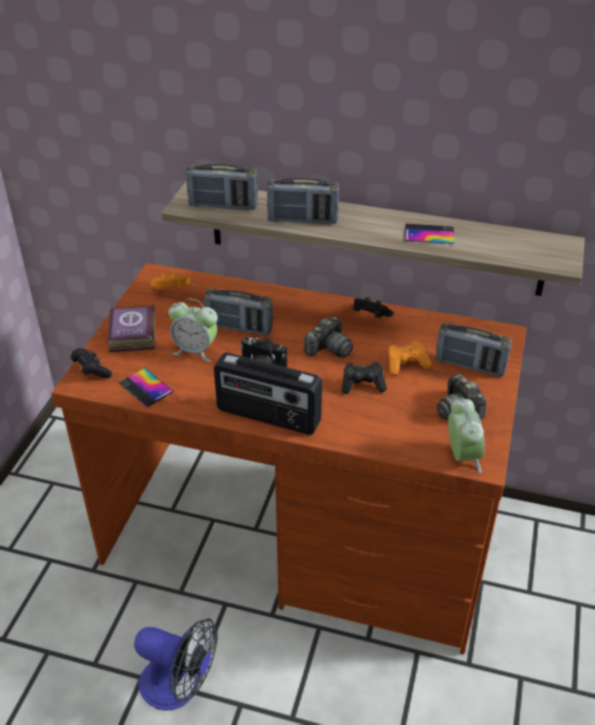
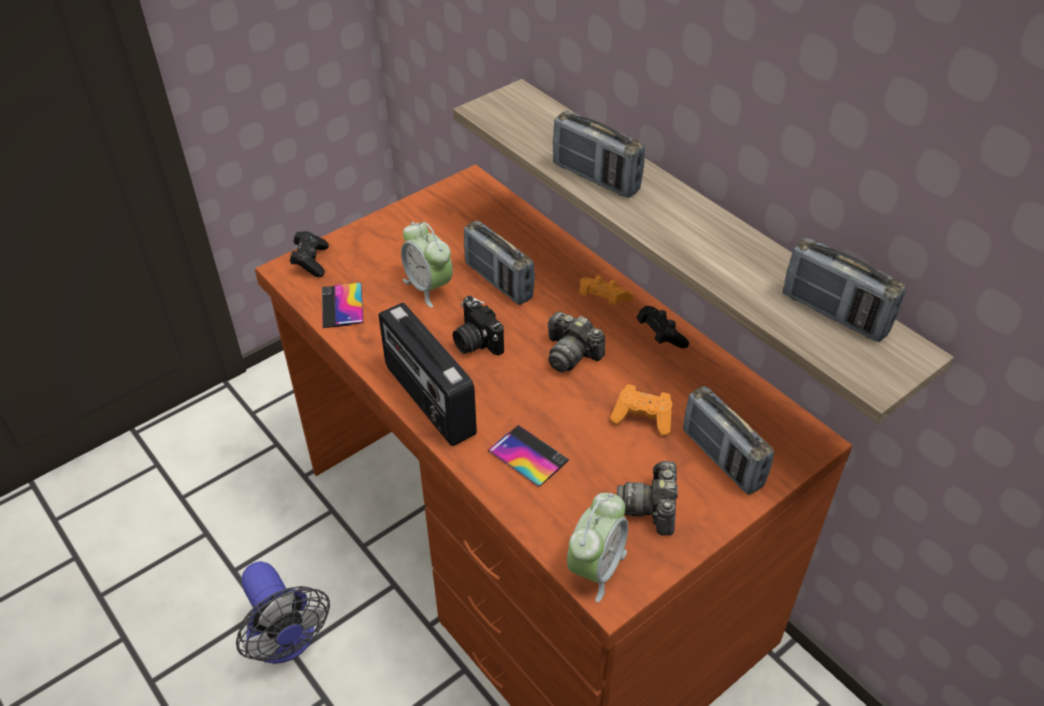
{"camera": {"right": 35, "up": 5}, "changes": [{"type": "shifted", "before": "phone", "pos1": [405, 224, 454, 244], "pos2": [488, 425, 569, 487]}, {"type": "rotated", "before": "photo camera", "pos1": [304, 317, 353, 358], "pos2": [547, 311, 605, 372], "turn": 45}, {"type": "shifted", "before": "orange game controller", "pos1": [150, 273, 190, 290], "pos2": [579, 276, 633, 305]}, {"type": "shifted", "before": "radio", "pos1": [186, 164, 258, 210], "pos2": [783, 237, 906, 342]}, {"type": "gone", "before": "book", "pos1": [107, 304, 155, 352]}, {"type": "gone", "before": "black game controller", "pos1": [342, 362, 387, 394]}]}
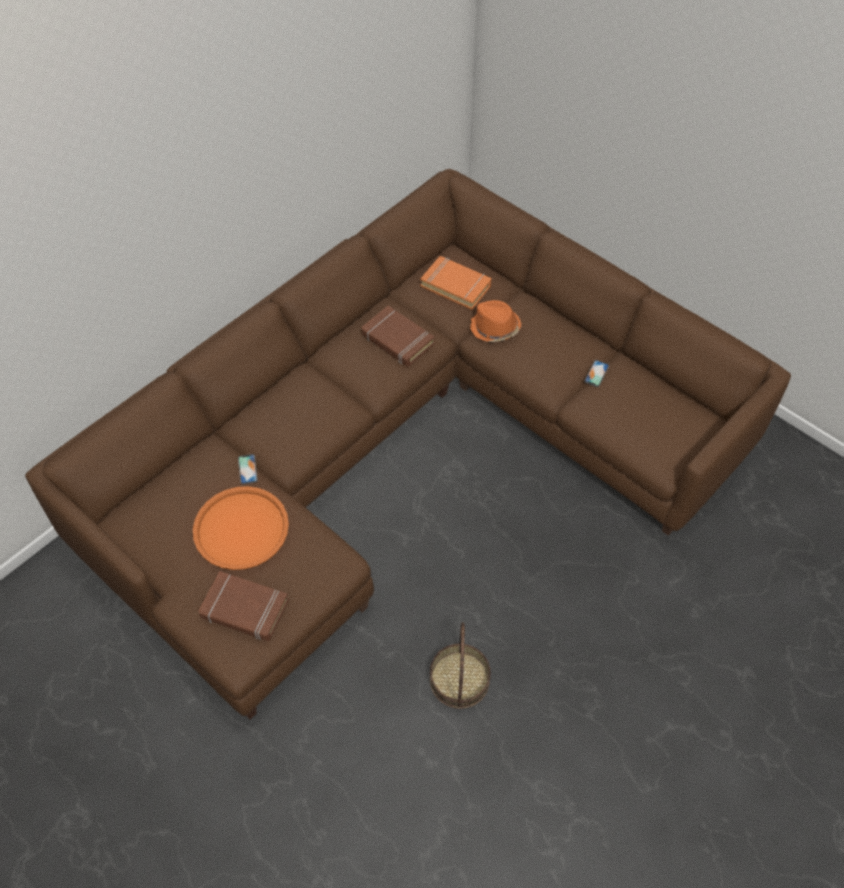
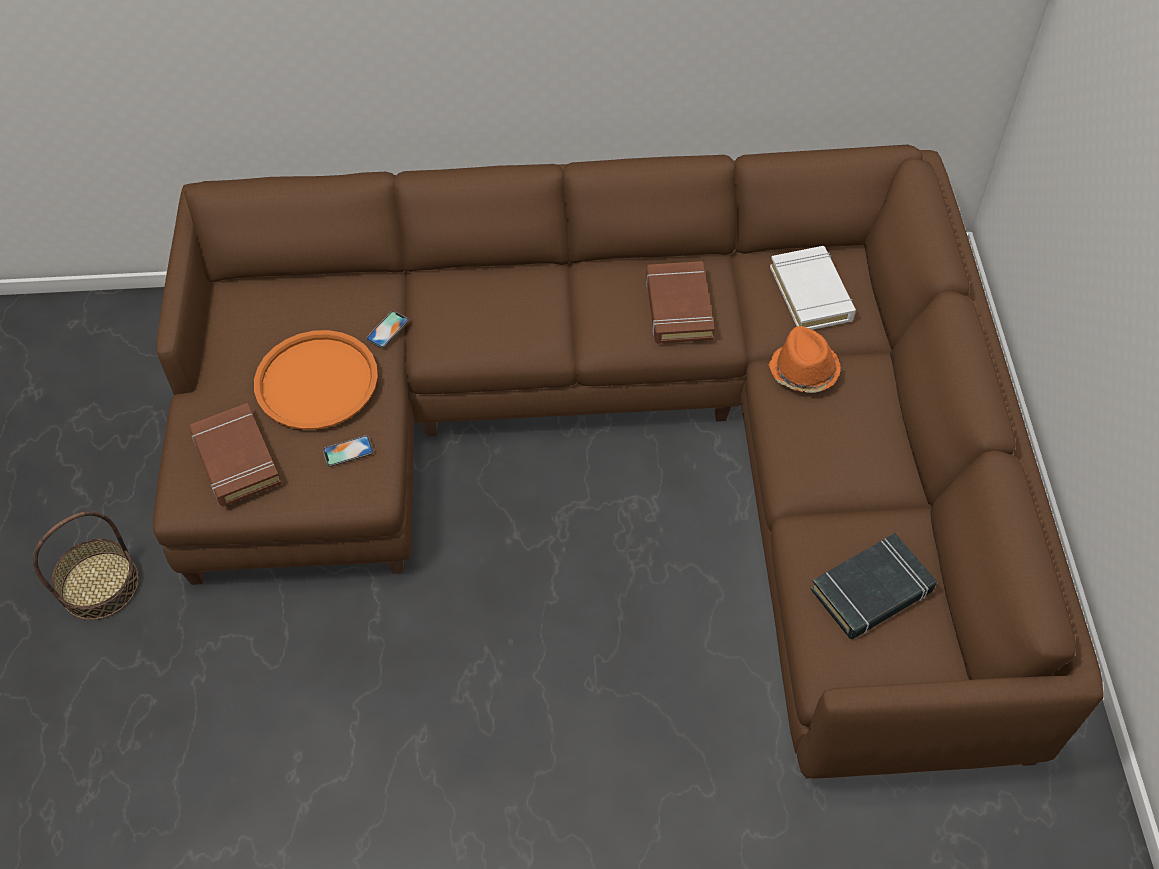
{"camera": {"right": 45, "up": 0}, "changes": [{"type": "shifted", "before": "basket", "pos1": [430, 622, 491, 709], "pos2": [33, 511, 139, 620]}, {"type": "shifted", "before": "phone", "pos1": [584, 360, 609, 387], "pos2": [323, 435, 374, 467]}, {"type": "repainted", "before": "orange book", "after": "white book", "pos1": [420, 256, 491, 310], "pos2": [770, 246, 856, 330]}, {"type": "new", "after": "black book", "pos2": [810, 533, 937, 639]}]}
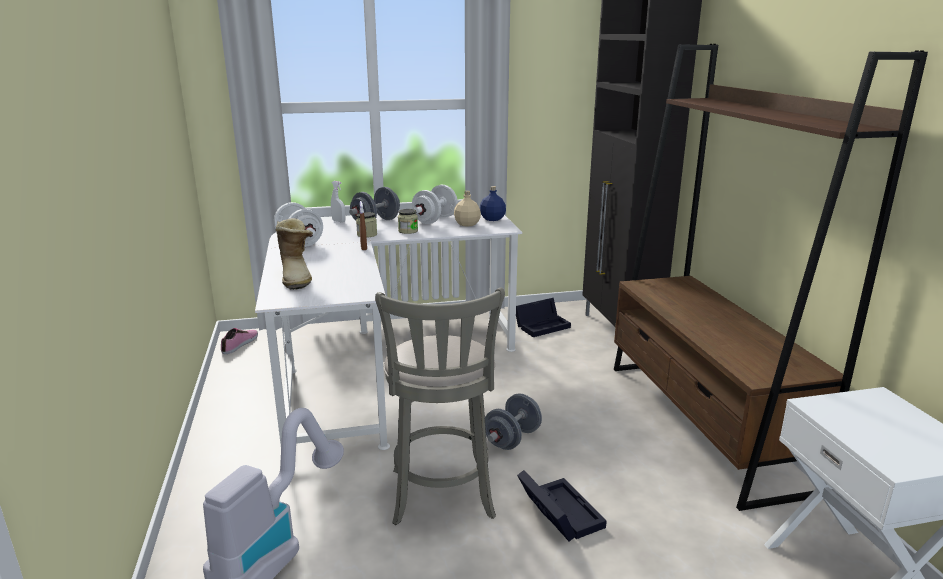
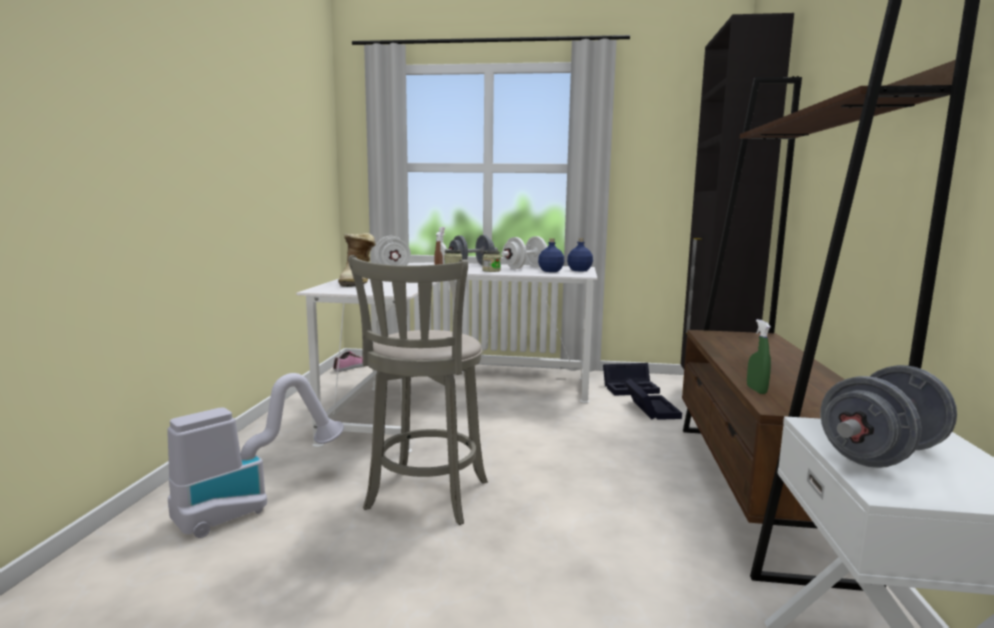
{"camera": {"right": 20, "up": -10}, "changes": [{"type": "repainted", "before": "beige bottle", "after": "blue bottle", "pos1": [454, 191, 481, 227], "pos2": [538, 239, 565, 272]}, {"type": "shifted", "before": "black storage box", "pos1": [517, 470, 607, 542], "pos2": [625, 379, 682, 420]}, {"type": "new", "after": "green spray bottle", "pos2": [747, 319, 771, 394]}, {"type": "shifted", "before": "grey dumbbell", "pos1": [485, 393, 542, 450], "pos2": [820, 365, 957, 468]}]}
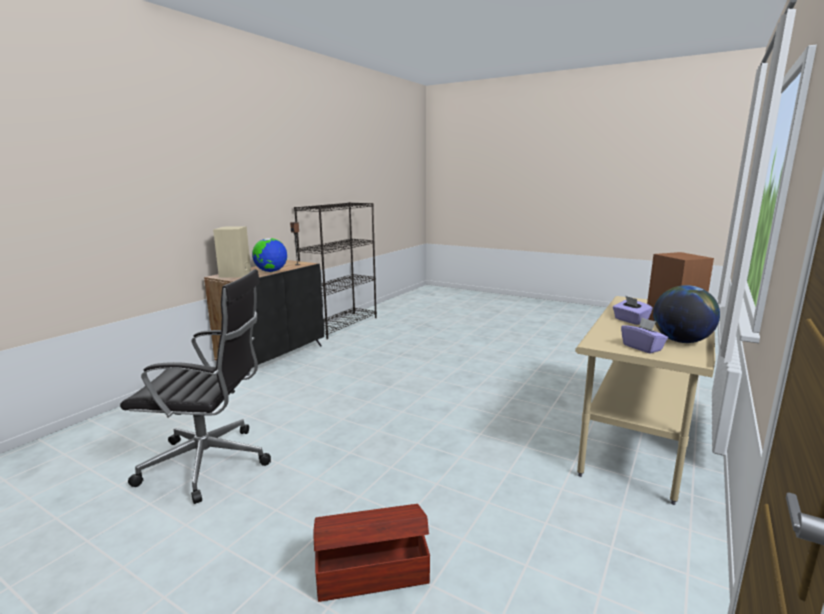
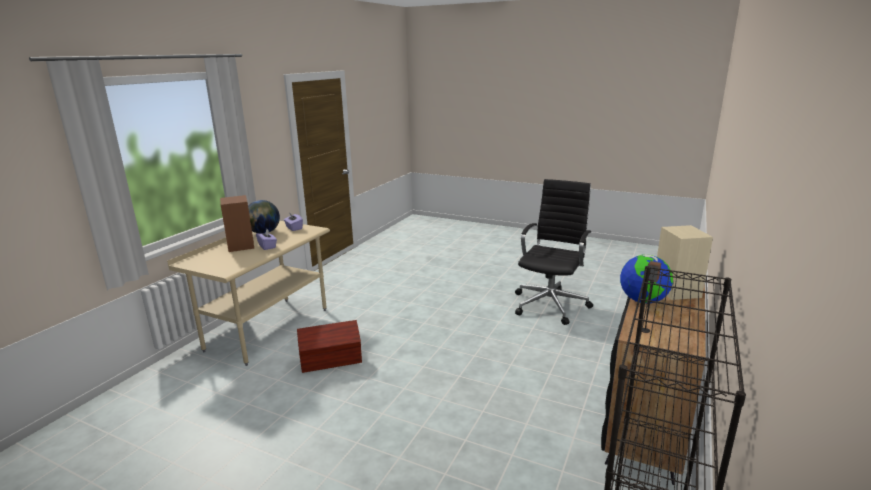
{"camera": {"right": 175, "up": 5}, "changes": [{"type": "shifted", "before": "brown storage box", "pos1": [313, 504, 430, 602], "pos2": [297, 320, 362, 373]}, {"type": "rotated", "before": "black office chair", "pos1": [120, 269, 271, 504], "pos2": [515, 179, 593, 325], "turn": 120}]}
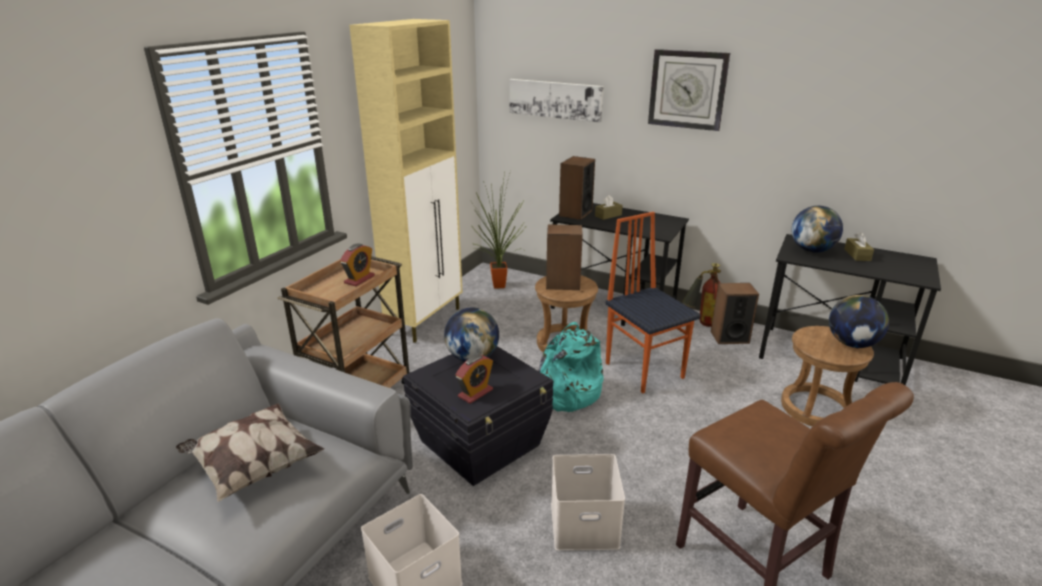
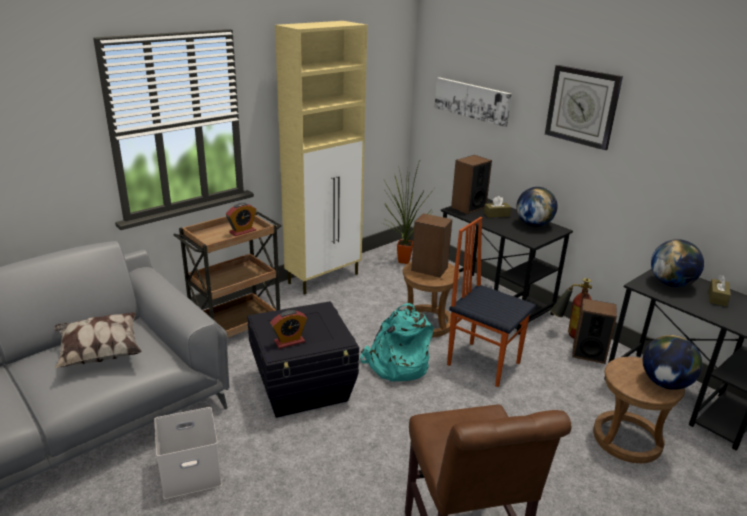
{"camera": {"right": 20, "up": 0}, "changes": [{"type": "rotated", "before": "chair", "pos1": [606, 212, 700, 393], "pos2": [447, 217, 536, 387], "turn": -45}, {"type": "shifted", "before": "globe", "pos1": [444, 307, 499, 362], "pos2": [516, 187, 558, 227]}, {"type": "gone", "before": "white storage box", "pos1": [551, 454, 625, 551]}]}
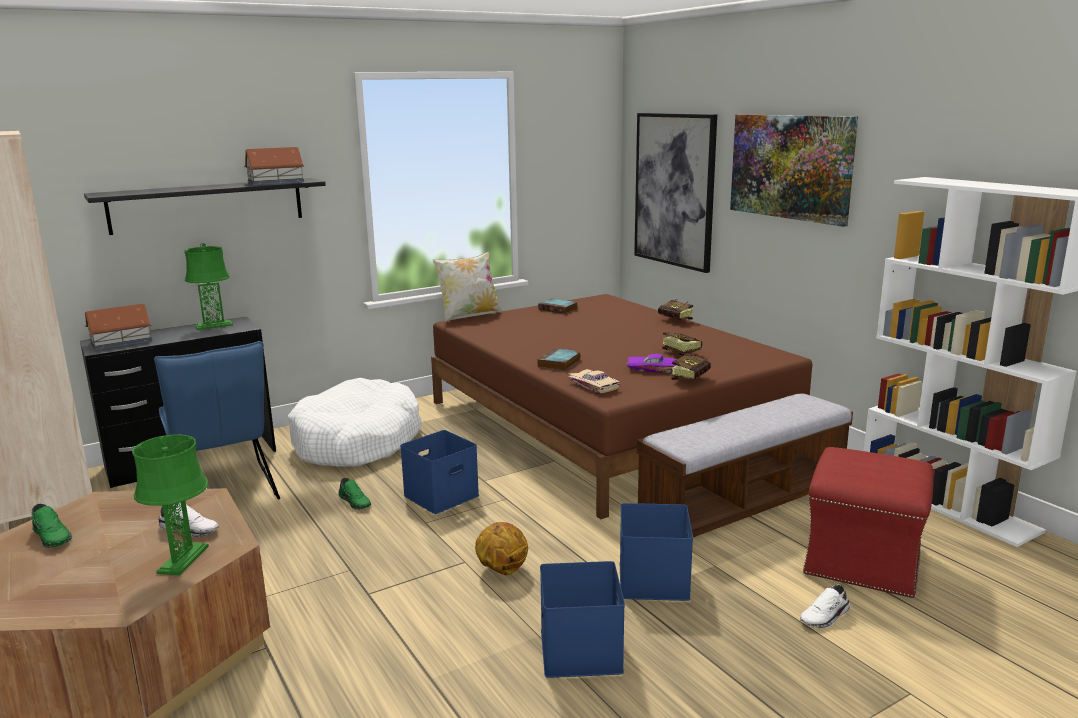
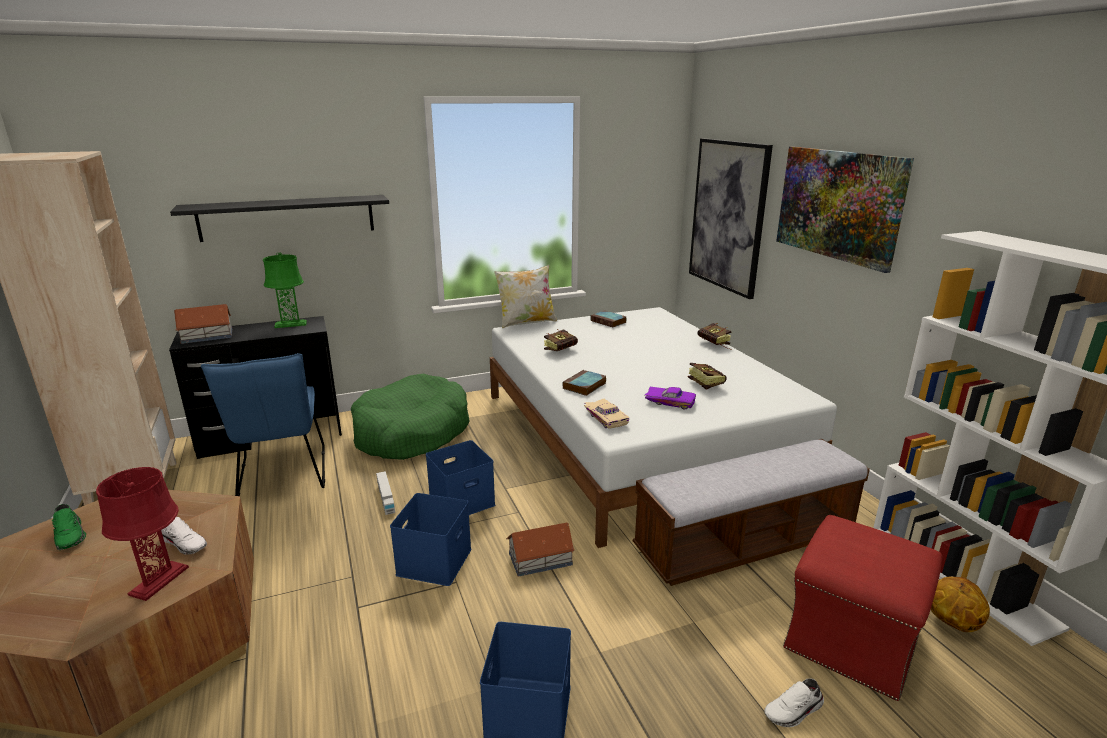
{"camera": {"right": 10, "up": 5}, "changes": [{"type": "repainted", "before": "green table lamp", "after": "red table lamp", "pos1": [132, 434, 209, 576], "pos2": [96, 467, 189, 601]}, {"type": "repainted", "before": "white dog bed", "after": "green dog bed", "pos1": [288, 378, 421, 467], "pos2": [351, 374, 470, 460]}, {"type": "swapped", "before": "green shoe", "after": "toy truck", "pos1": [338, 478, 371, 510], "pos2": [376, 471, 395, 515]}, {"type": "shifted", "before": "blue storage box", "pos1": [620, 503, 693, 601], "pos2": [390, 493, 471, 586]}, {"type": "repainted", "before": "brown bed", "after": "white bed", "pos1": [431, 294, 812, 519], "pos2": [490, 307, 837, 548]}, {"type": "shifted", "before": "toy house", "pos1": [244, 147, 304, 185], "pos2": [506, 523, 575, 577]}, {"type": "shifted", "before": "book", "pos1": [671, 353, 711, 380], "pos2": [544, 329, 578, 351]}, {"type": "shifted", "before": "basketball", "pos1": [475, 522, 528, 575], "pos2": [931, 576, 990, 632]}]}
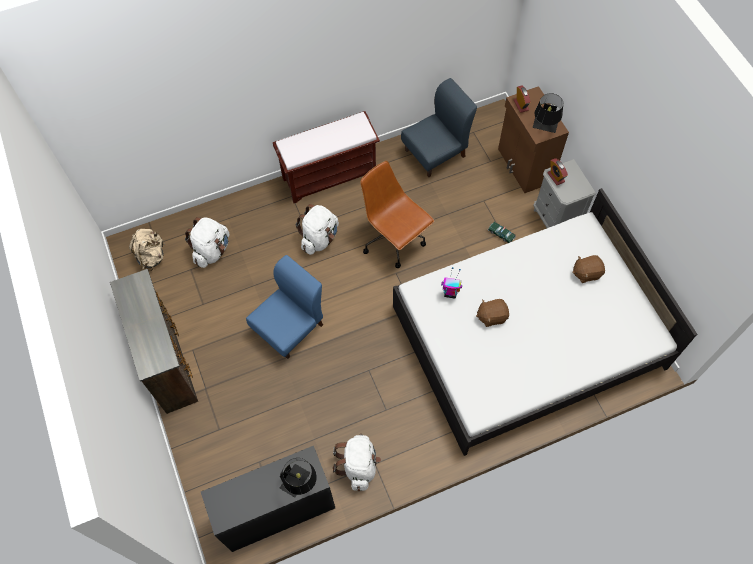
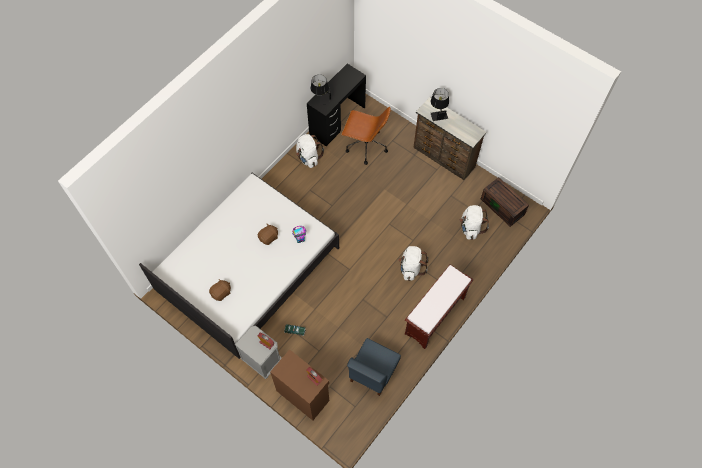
{"camera": {"right": 150, "up": 0}, "changes": [{"type": "shifted", "before": "brown office chair", "pos1": [360, 161, 434, 268], "pos2": [341, 107, 391, 165]}, {"type": "shifted", "before": "black table lamp", "pos1": [533, 93, 563, 133], "pos2": [431, 88, 449, 121]}, {"type": "swapped", "before": "beige backpack", "after": "brown storage box", "pos1": [129, 229, 166, 271], "pos2": [481, 177, 529, 227]}, {"type": "gone", "before": "blue chair", "pos1": [246, 255, 323, 359]}]}
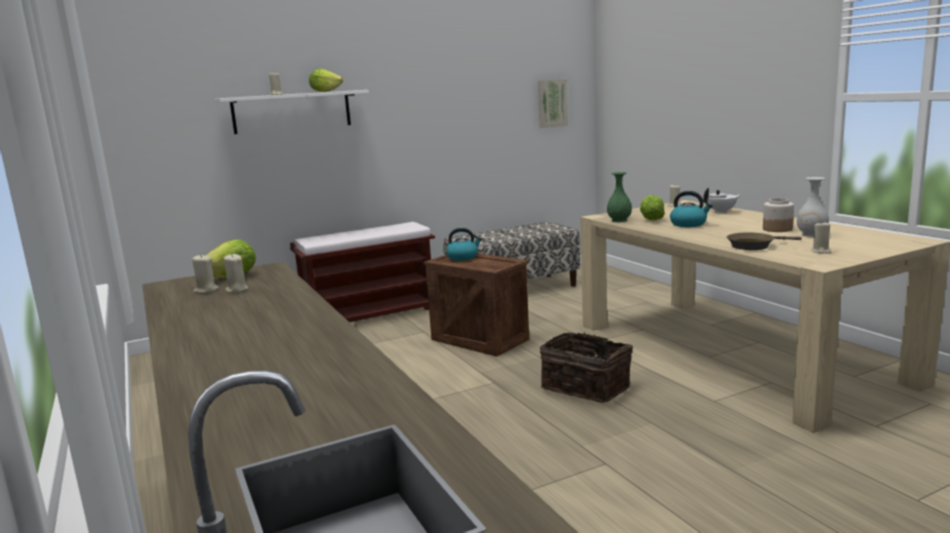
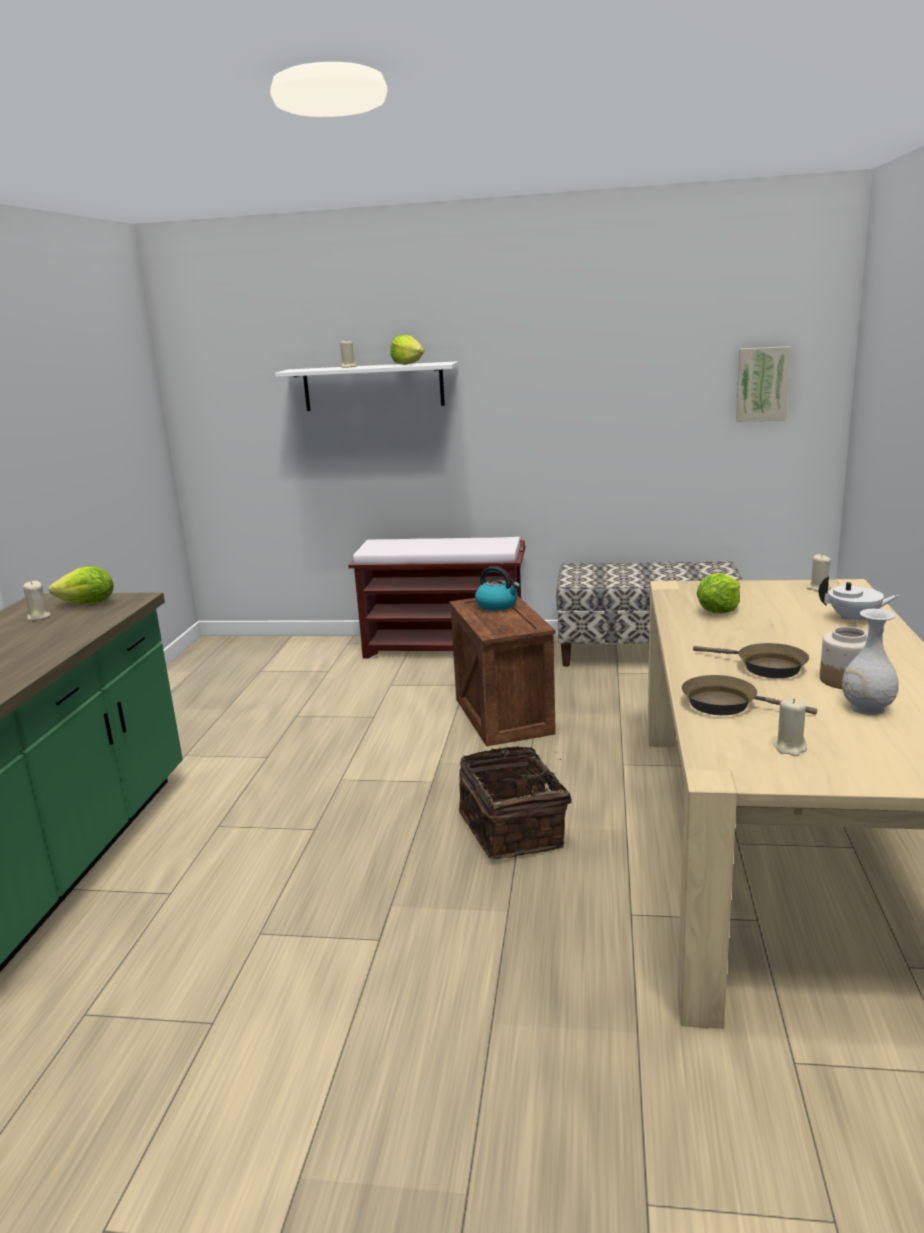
{"camera": {"right": 35, "up": 5}, "changes": [{"type": "new", "after": "brown frying pan", "pos2": [693, 643, 809, 678]}, {"type": "gone", "before": "beige candle", "pos1": [224, 253, 248, 293]}, {"type": "gone", "before": "green vase", "pos1": [607, 172, 632, 222]}, {"type": "gone", "before": "kettle", "pos1": [670, 191, 713, 227]}]}
